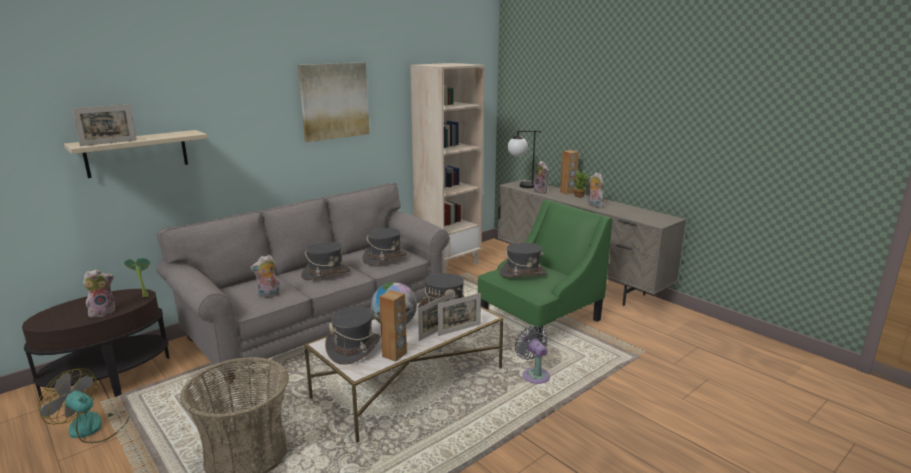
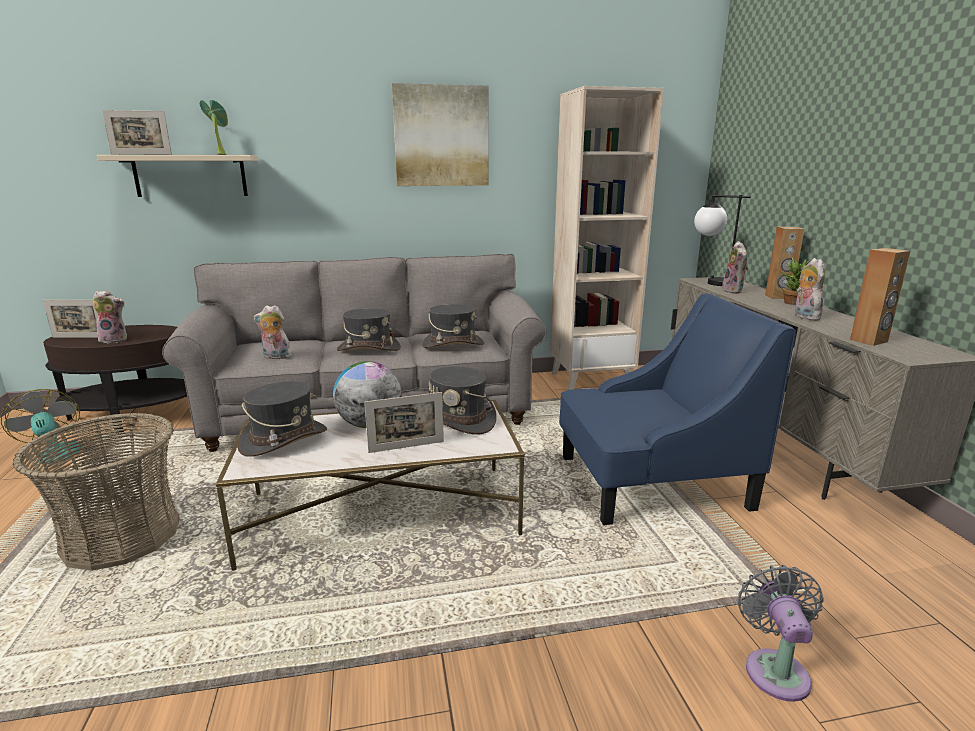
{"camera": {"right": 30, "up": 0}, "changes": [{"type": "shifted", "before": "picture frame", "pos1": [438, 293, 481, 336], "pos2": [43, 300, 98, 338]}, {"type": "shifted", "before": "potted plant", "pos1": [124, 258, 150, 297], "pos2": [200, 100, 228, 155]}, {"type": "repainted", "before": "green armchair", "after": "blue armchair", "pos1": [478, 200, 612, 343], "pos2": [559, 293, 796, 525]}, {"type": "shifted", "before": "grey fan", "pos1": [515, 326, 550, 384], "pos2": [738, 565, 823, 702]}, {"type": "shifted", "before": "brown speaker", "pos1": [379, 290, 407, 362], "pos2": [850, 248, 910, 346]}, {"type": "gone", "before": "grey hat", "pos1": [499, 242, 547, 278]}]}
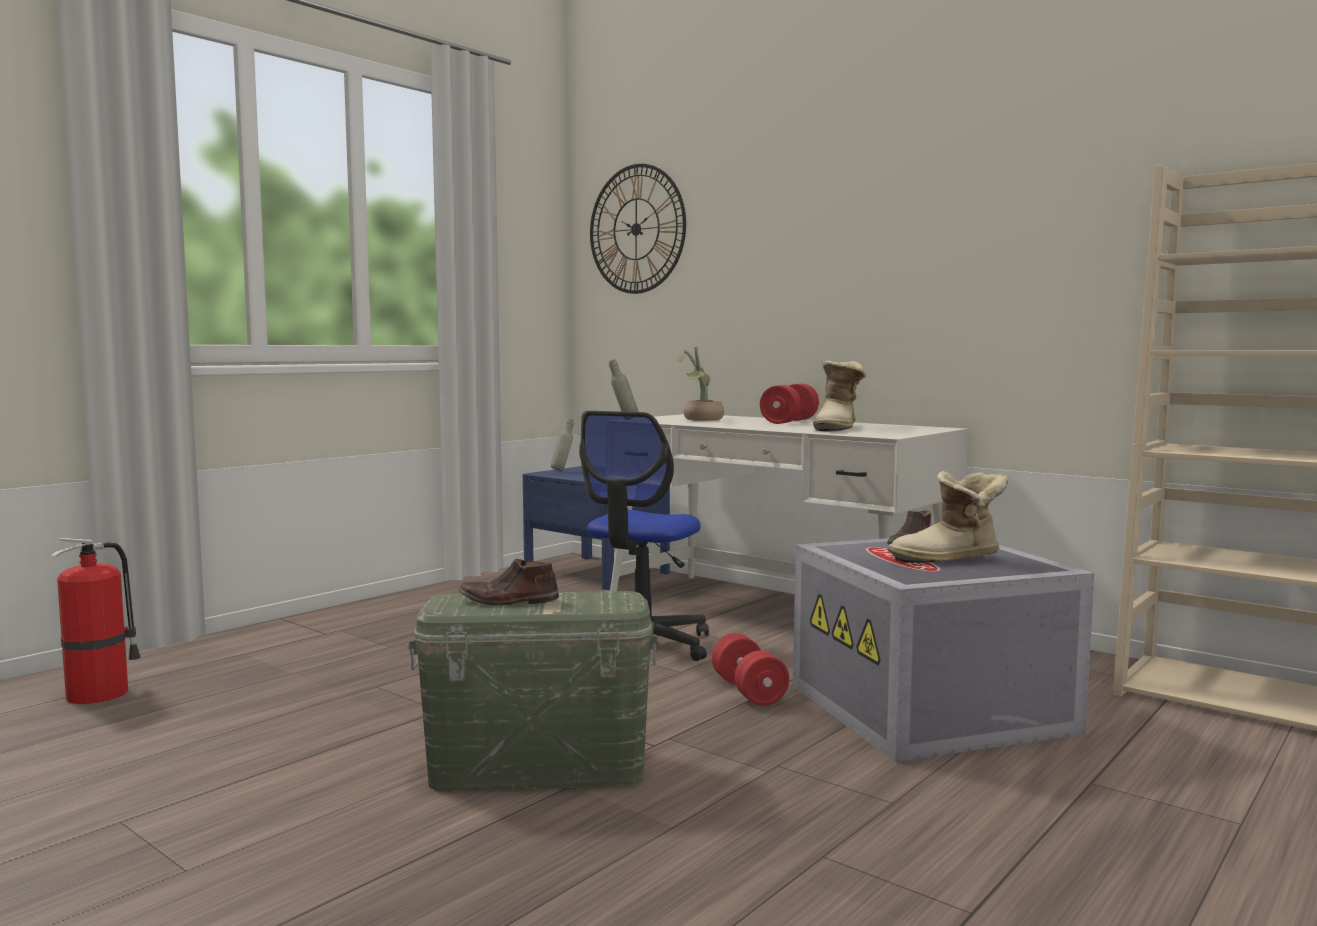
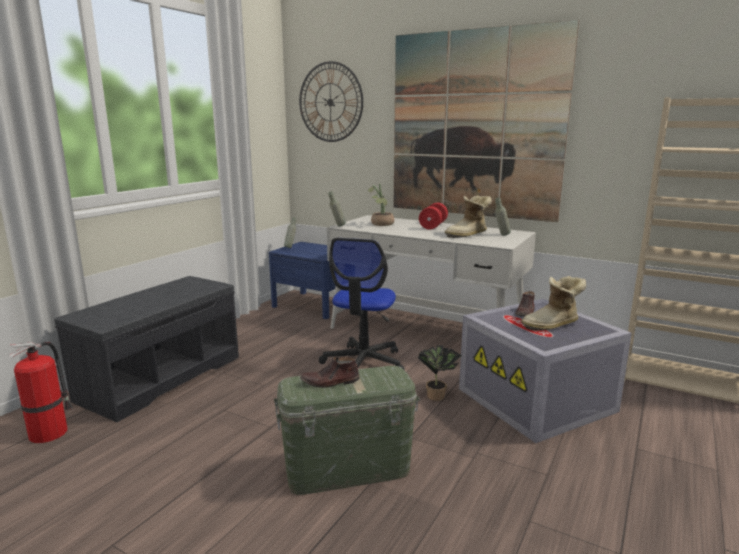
{"camera": {"right": -10, "up": 10}, "changes": [{"type": "new", "after": "grey bench", "pos2": [55, 276, 239, 422]}, {"type": "new", "after": "picture", "pos2": [393, 20, 579, 222]}, {"type": "swapped", "before": "red dumbbell", "after": "potted plant", "pos1": [712, 633, 789, 706], "pos2": [418, 345, 462, 401]}, {"type": "rotated", "before": "boot", "pos1": [813, 360, 866, 431], "pos2": [445, 195, 492, 238], "turn": 45}, {"type": "new", "after": "grey bottle", "pos2": [495, 198, 511, 236]}]}
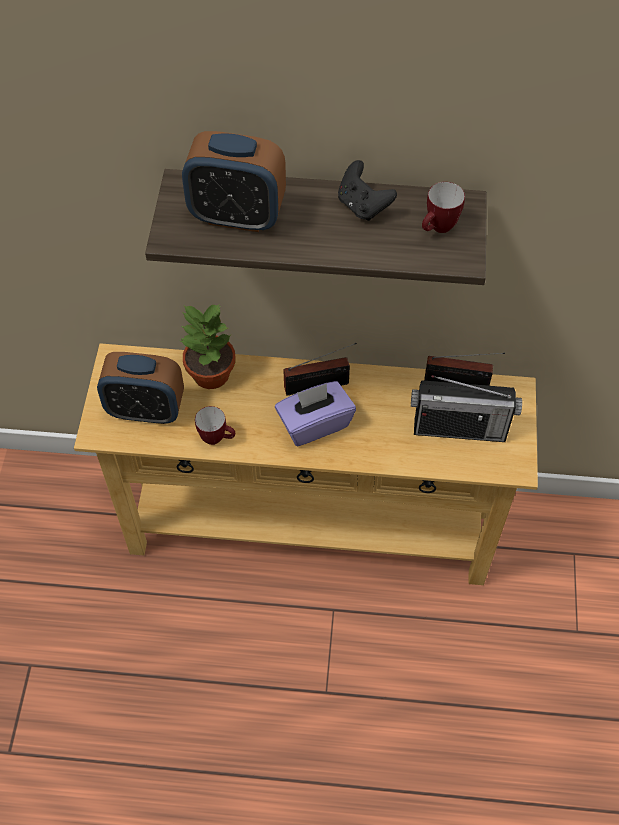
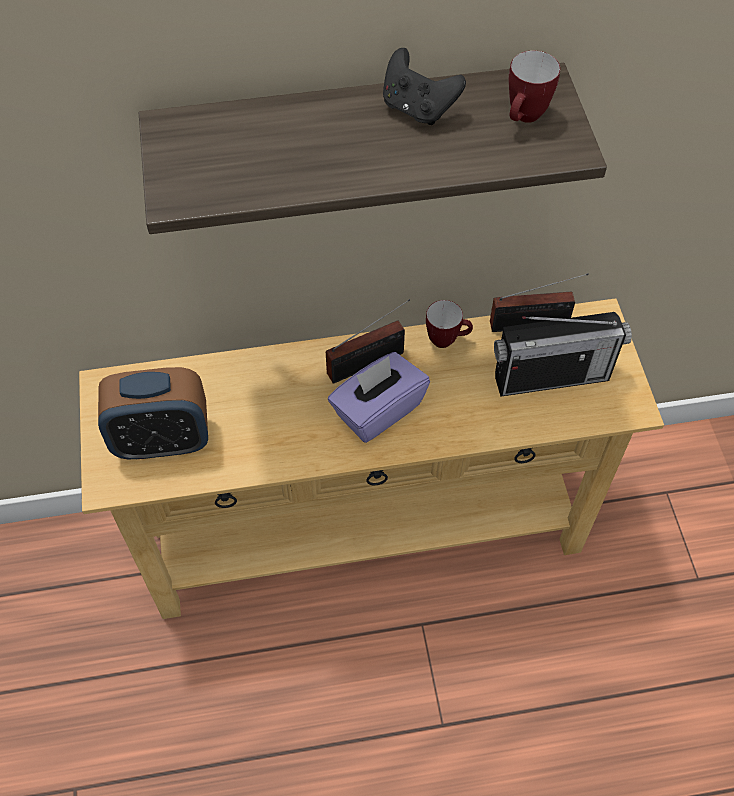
{"camera": {"right": -15, "up": 0}, "changes": [{"type": "shifted", "before": "mug", "pos1": [195, 406, 235, 445], "pos2": [426, 300, 473, 348]}, {"type": "gone", "before": "potted plant", "pos1": [180, 304, 235, 389]}, {"type": "gone", "before": "alarm clock", "pos1": [182, 131, 286, 232]}]}
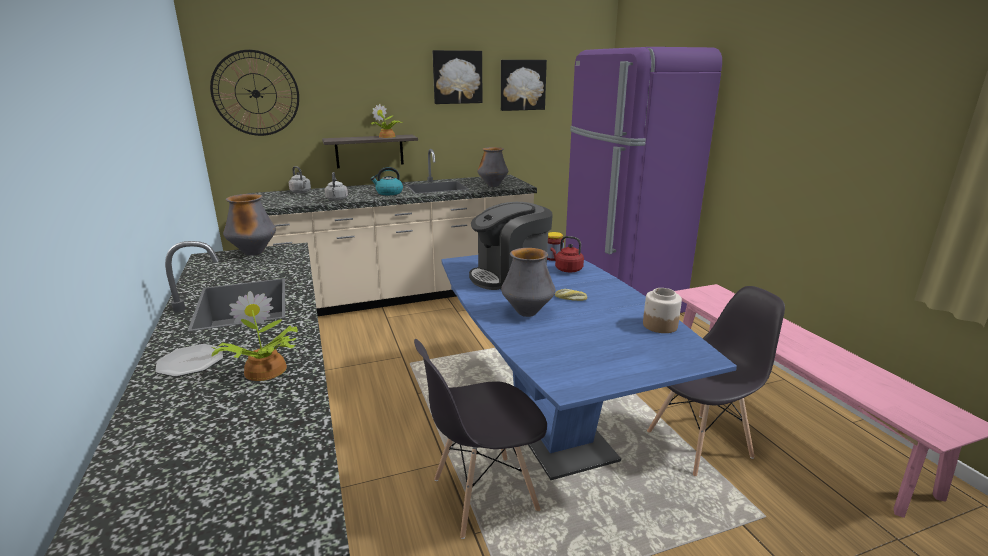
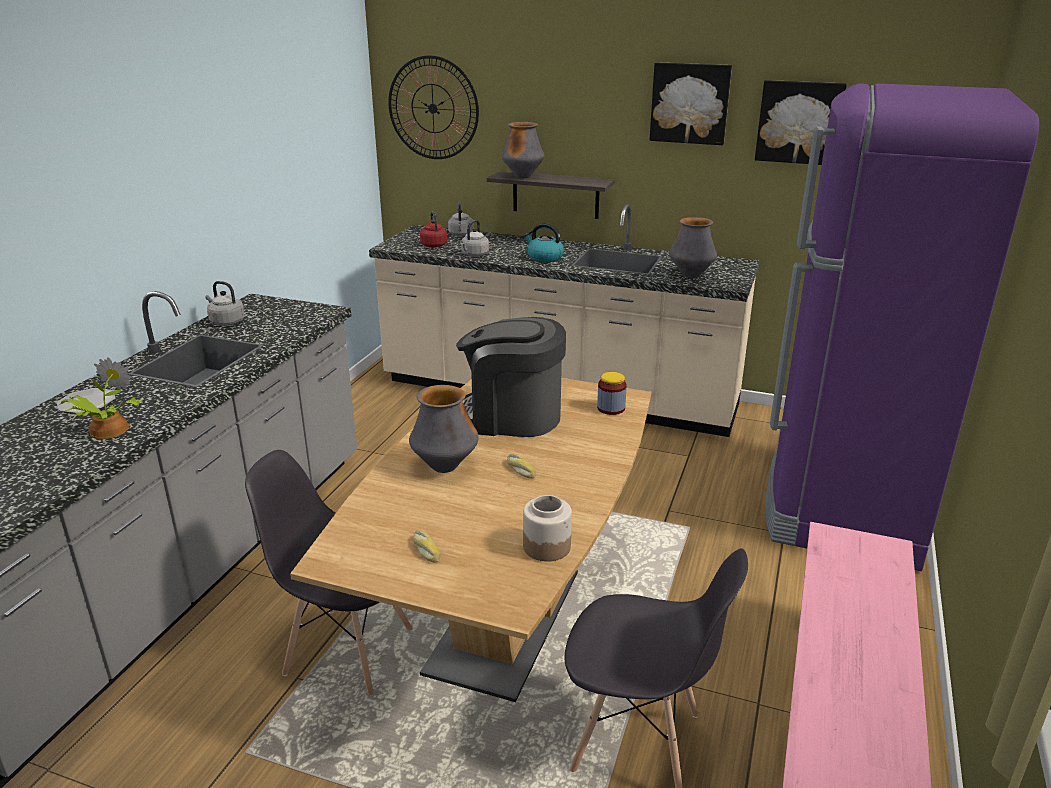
{"camera": {"right": 40, "up": 5}, "changes": [{"type": "new", "after": "grey kettle", "pos2": [205, 281, 245, 326]}, {"type": "repainted", "before": "blue dining table", "after": "brown dining table", "pos1": [441, 255, 737, 480], "pos2": [290, 378, 651, 702]}, {"type": "new", "after": "bread", "pos2": [413, 529, 441, 563]}, {"type": "shifted", "before": "red kettle", "pos1": [551, 236, 584, 272], "pos2": [420, 212, 447, 247]}, {"type": "shifted", "before": "vase", "pos1": [223, 194, 276, 256], "pos2": [501, 122, 545, 178]}, {"type": "gone", "before": "potted plant", "pos1": [370, 104, 402, 138]}]}
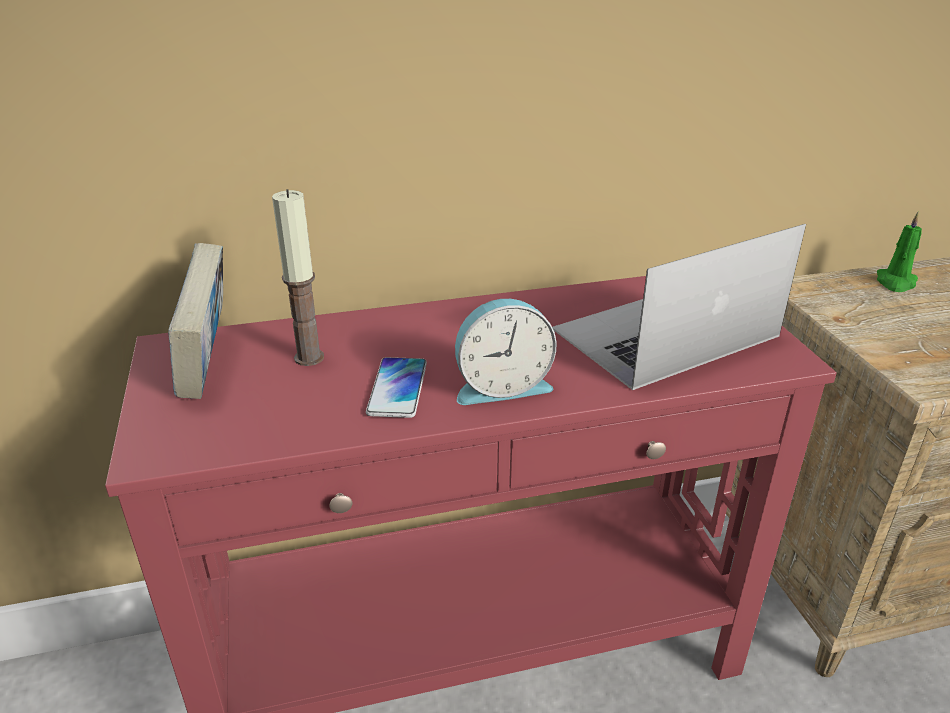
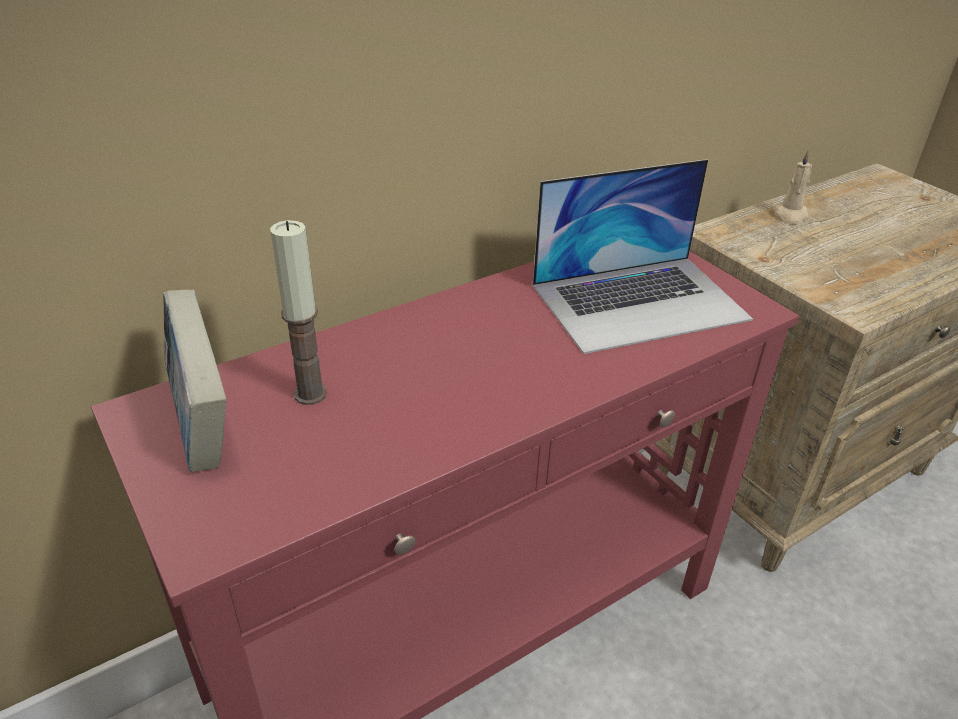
{"camera": {"right": -20, "up": 5}, "changes": [{"type": "rotated", "before": "laptop", "pos1": [552, 224, 806, 390], "pos2": [533, 159, 753, 354], "turn": -150}, {"type": "repainted", "before": "green candle", "after": "beige candle", "pos1": [877, 212, 922, 292], "pos2": [772, 150, 812, 225]}, {"type": "gone", "before": "phone", "pos1": [366, 357, 427, 418]}, {"type": "gone", "before": "alarm clock", "pos1": [455, 299, 556, 405]}]}
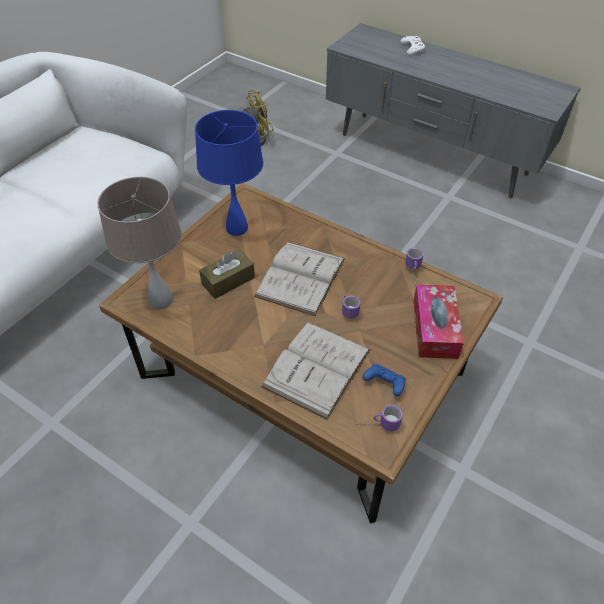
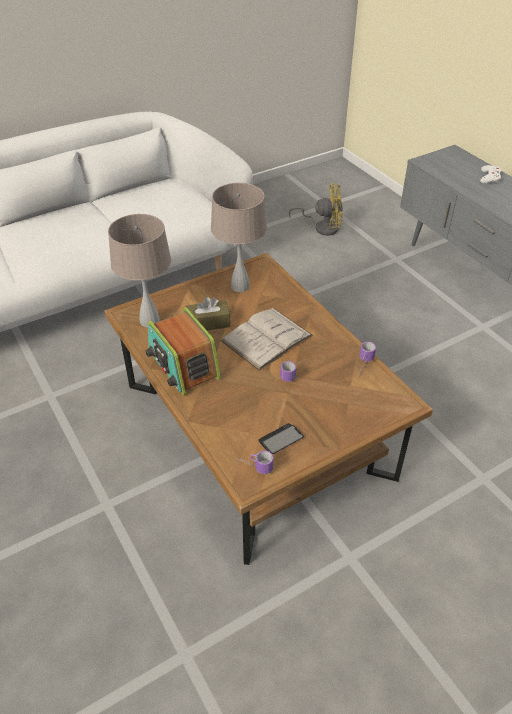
{"camera": {"right": 25, "up": -5}, "changes": [{"type": "new", "after": "radio", "pos2": [145, 307, 221, 395]}, {"type": "repainted", "before": "blue table lamp", "after": "beige table lamp", "pos1": [195, 110, 263, 236], "pos2": [211, 183, 267, 292]}, {"type": "swapped", "before": "blue game controller", "after": "phone", "pos1": [362, 364, 406, 396], "pos2": [258, 423, 304, 454]}, {"type": "gone", "before": "white book", "pos1": [261, 322, 371, 420]}, {"type": "gone", "before": "tissue box", "pos1": [413, 284, 464, 359]}]}
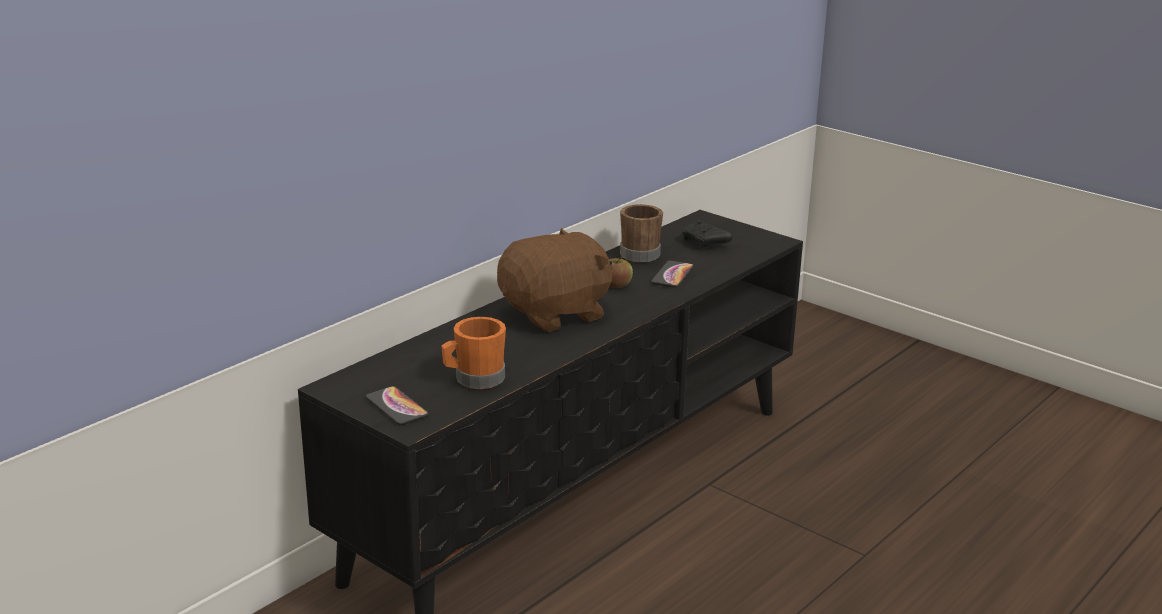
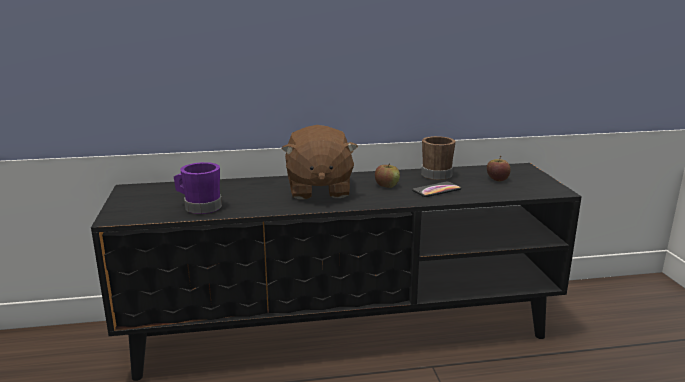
{"camera": {"right": 40, "up": -5}, "changes": [{"type": "repainted", "before": "orange mug", "after": "purple mug", "pos1": [441, 317, 506, 389], "pos2": [174, 162, 222, 214]}, {"type": "rotated", "before": "brown plush toy", "pos1": [497, 228, 613, 332], "pos2": [282, 125, 358, 200], "turn": 75}, {"type": "swapped", "before": "black game controller", "after": "apple", "pos1": [682, 220, 733, 248], "pos2": [487, 156, 511, 182]}, {"type": "gone", "before": "phone", "pos1": [366, 386, 429, 425]}]}
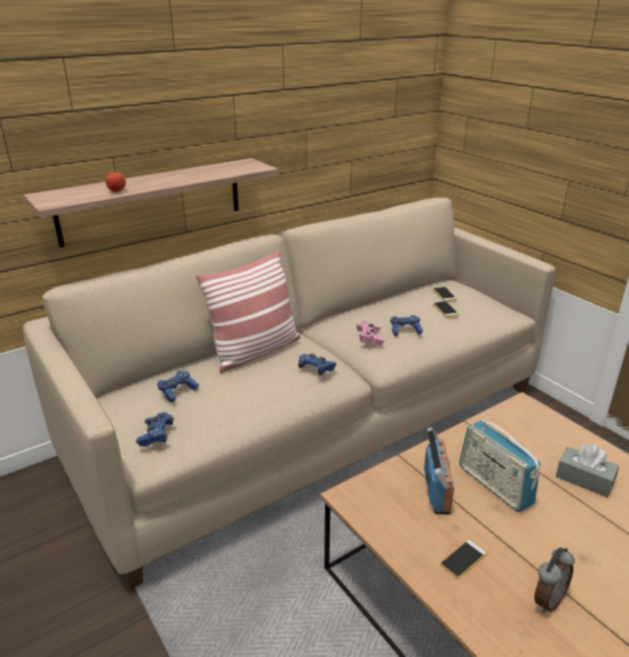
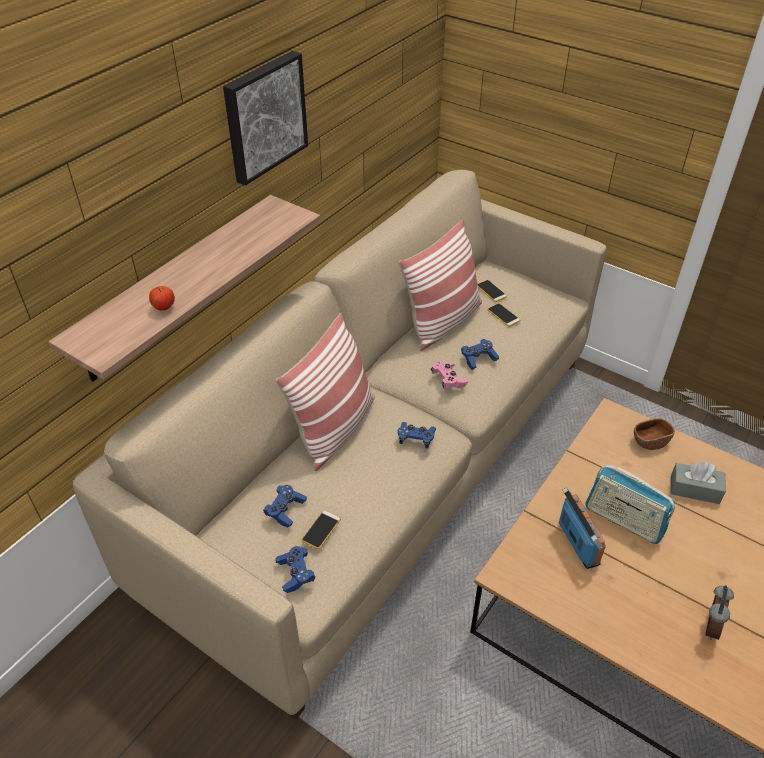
{"camera": {"right": -20, "up": 15}, "changes": [{"type": "new", "after": "picture", "pos2": [223, 51, 308, 186]}, {"type": "shifted", "before": "phone", "pos1": [440, 540, 487, 579], "pos2": [302, 510, 341, 549]}, {"type": "new", "after": "pillow", "pos2": [399, 219, 482, 351]}, {"type": "new", "after": "brown bowl", "pos2": [634, 418, 675, 450]}]}
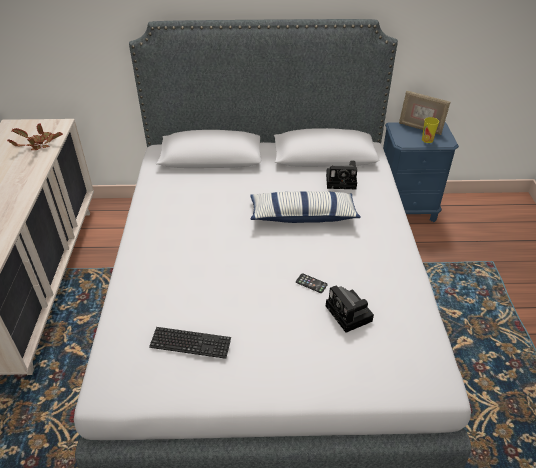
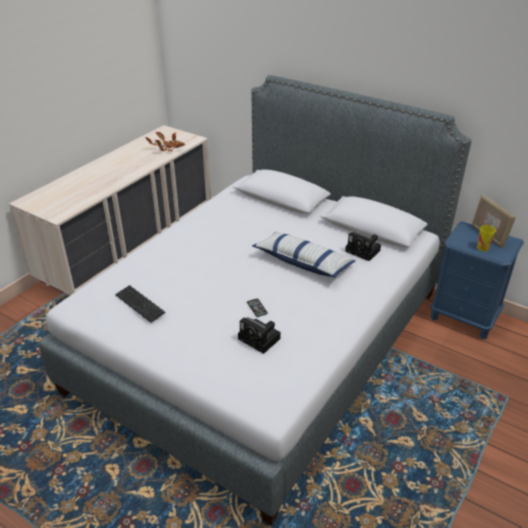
{"camera": {"right": 35, "up": -5}, "changes": [{"type": "rotated", "before": "photo camera", "pos1": [326, 285, 374, 333], "pos2": [238, 317, 281, 354], "turn": -60}]}
